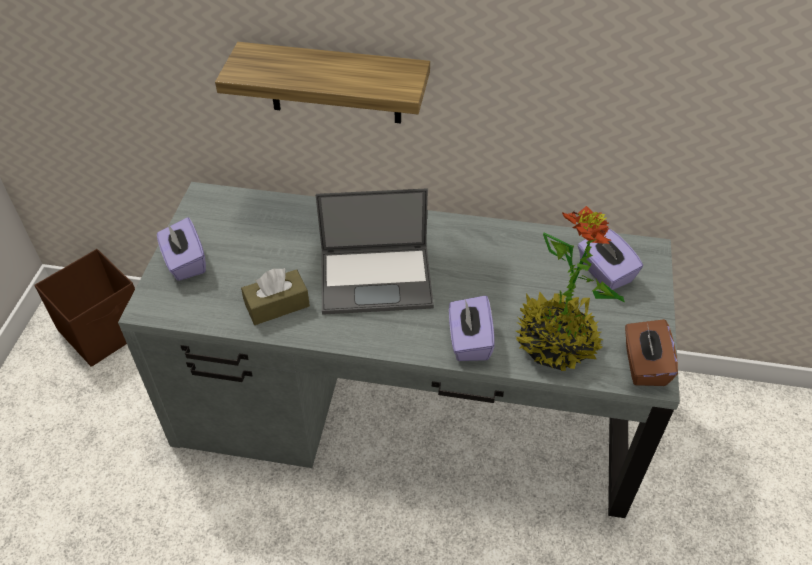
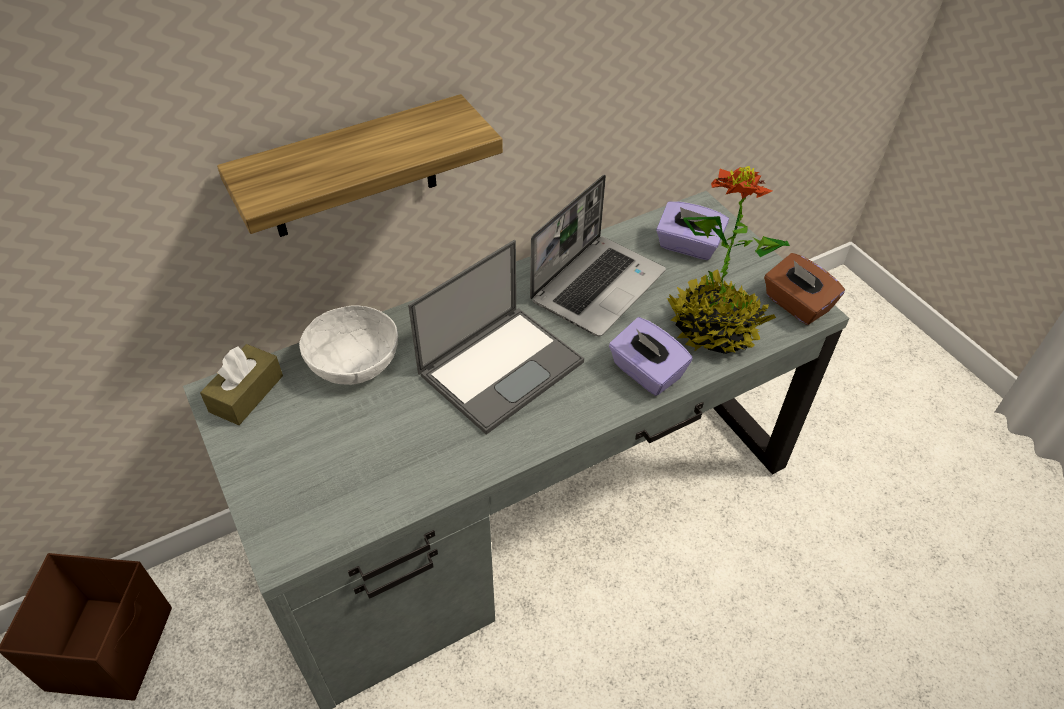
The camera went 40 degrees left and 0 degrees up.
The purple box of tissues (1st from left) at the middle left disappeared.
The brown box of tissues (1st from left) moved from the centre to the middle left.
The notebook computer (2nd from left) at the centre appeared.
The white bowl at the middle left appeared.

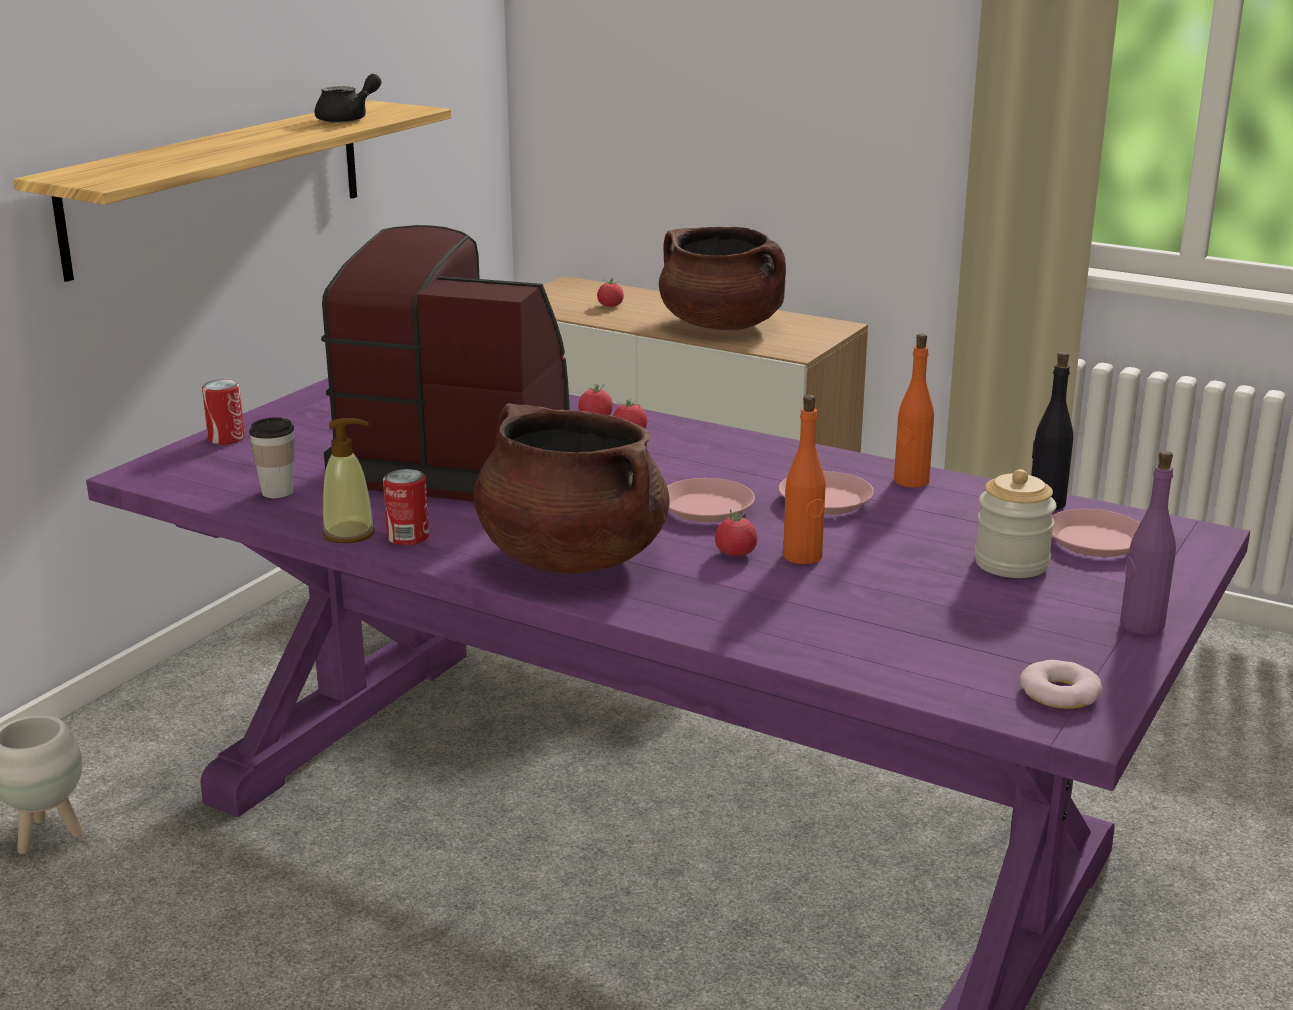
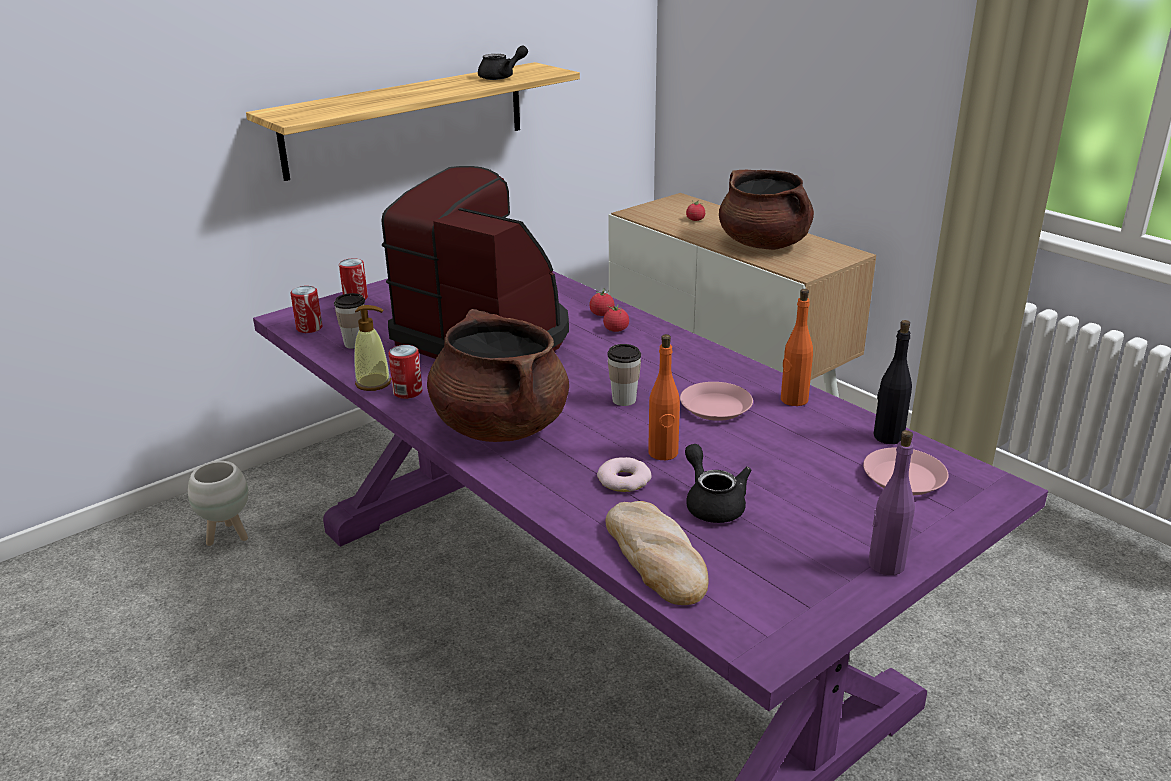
The camera went 20 degrees right and 5 degrees up.
The storage jar at the middle right disappeared.
The pink dinner plate (1st from left) at the centre was replaced by the drinking cup (2nd from left) at the centre.
The fresh tomato (4th from left) at the centre disappeared.
The doughnut moved from the bottom right to the centre.
The sealed can (1st from left) at the middle left appeared.
The black-coloured pot for tea (2nd from left) at the centre appeared.
The bakery bread at the bottom centre appeared.

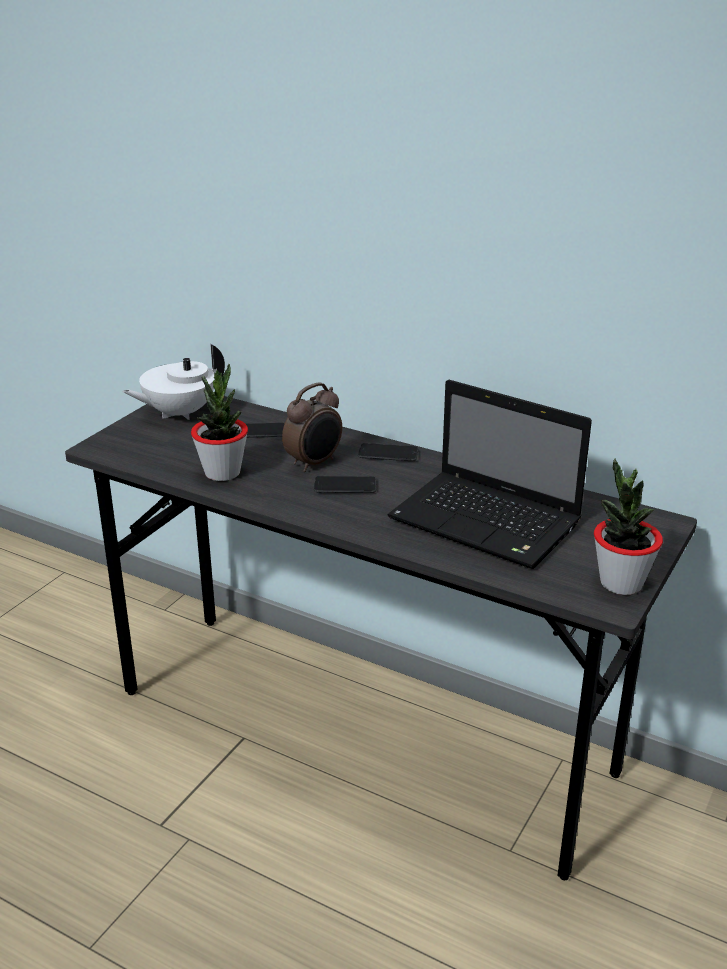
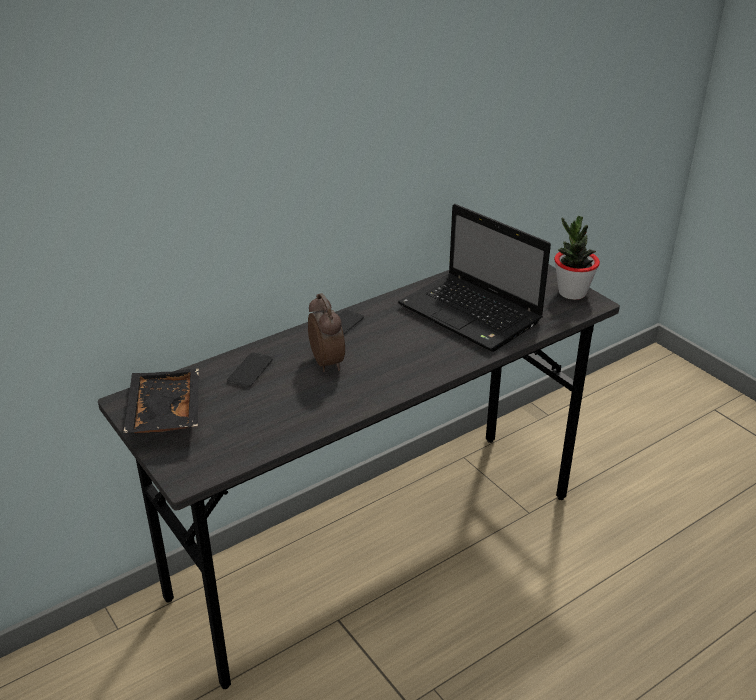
The camera went 65 degrees left and 5 degrees up.
The white pot for tea at the middle left was replaced by the black-coloured carrying tray at the middle left.
The potted plant (1st from left) at the middle left disappeared.
The notebook computer at the middle right turned 75 degrees clockwise.
The telephone (2nd from left) at the centre disappeared.

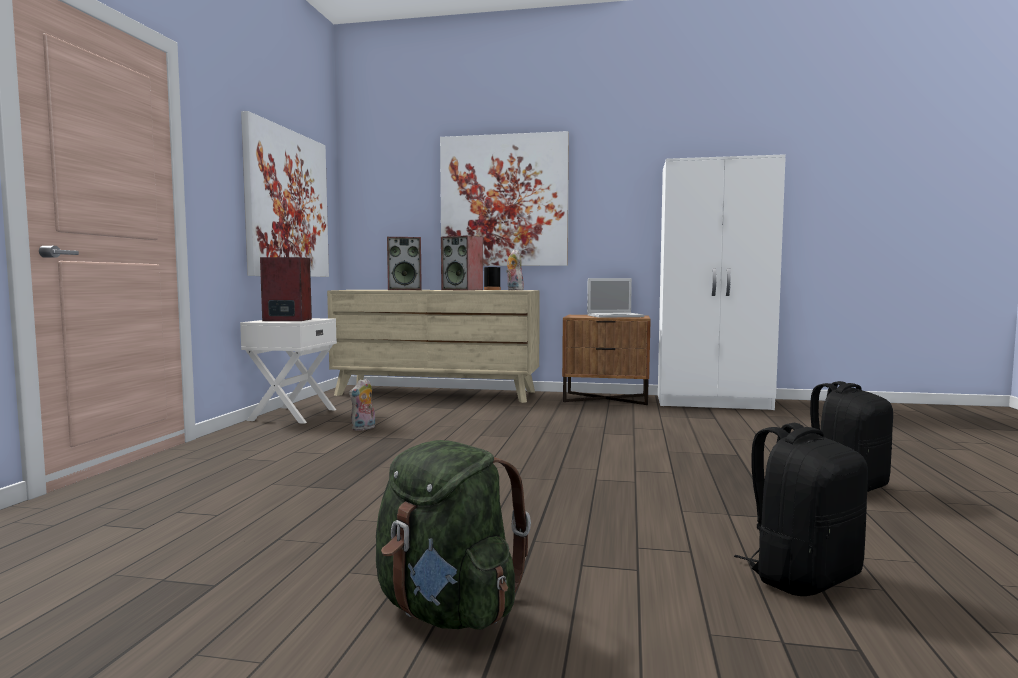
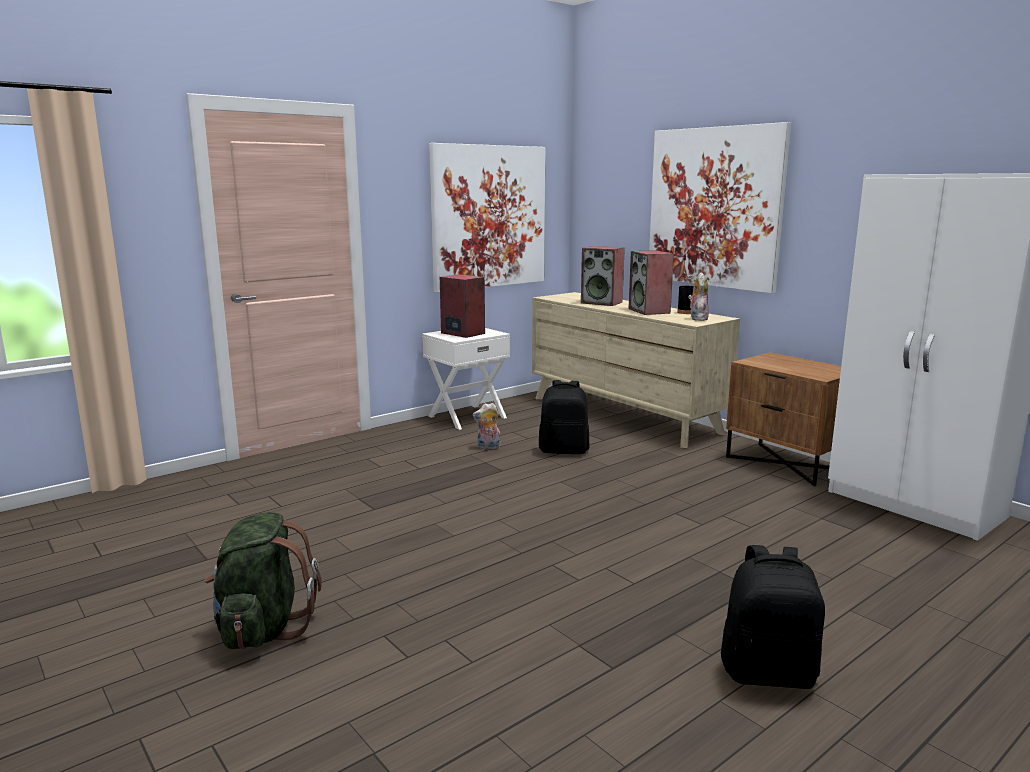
The camera went 40 degrees right and 10 degrees up.
The notebook computer at the centre disappeared.
The black-coloured rucksack (1st from left) moved from the bottom right to the centre.

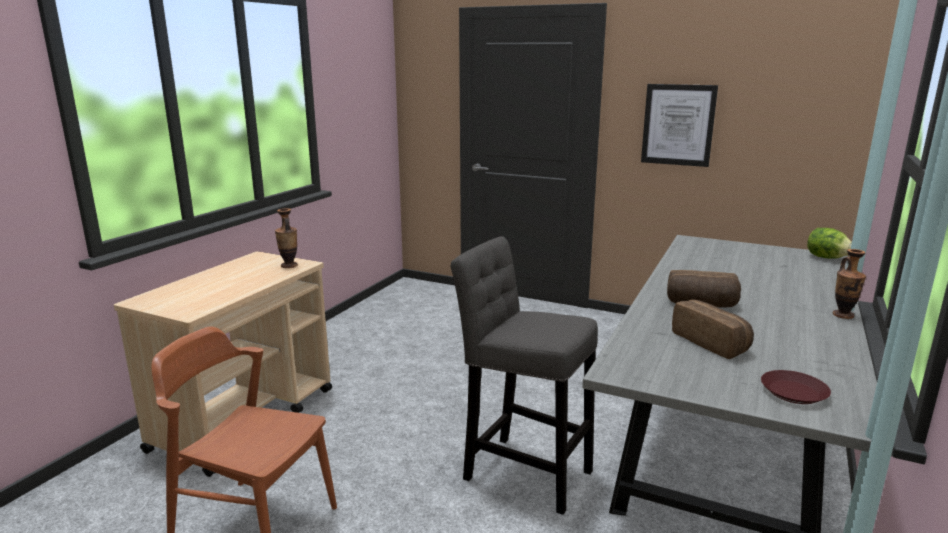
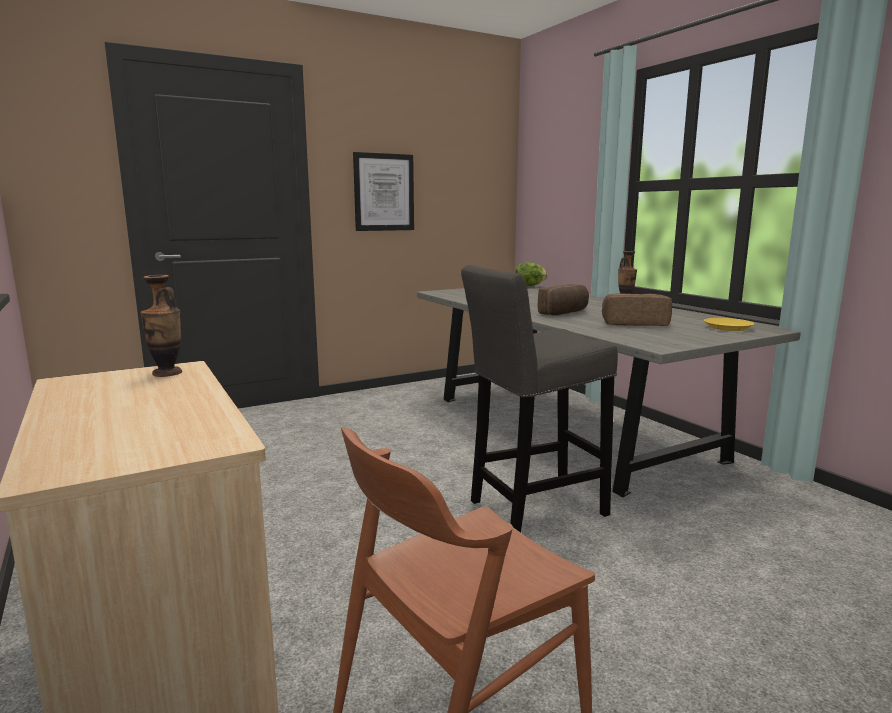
The camera went 55 degrees left and 5 degrees down.
The brown dinner plate at the bottom right became the yellow-coloured dinner plate at the middle right.

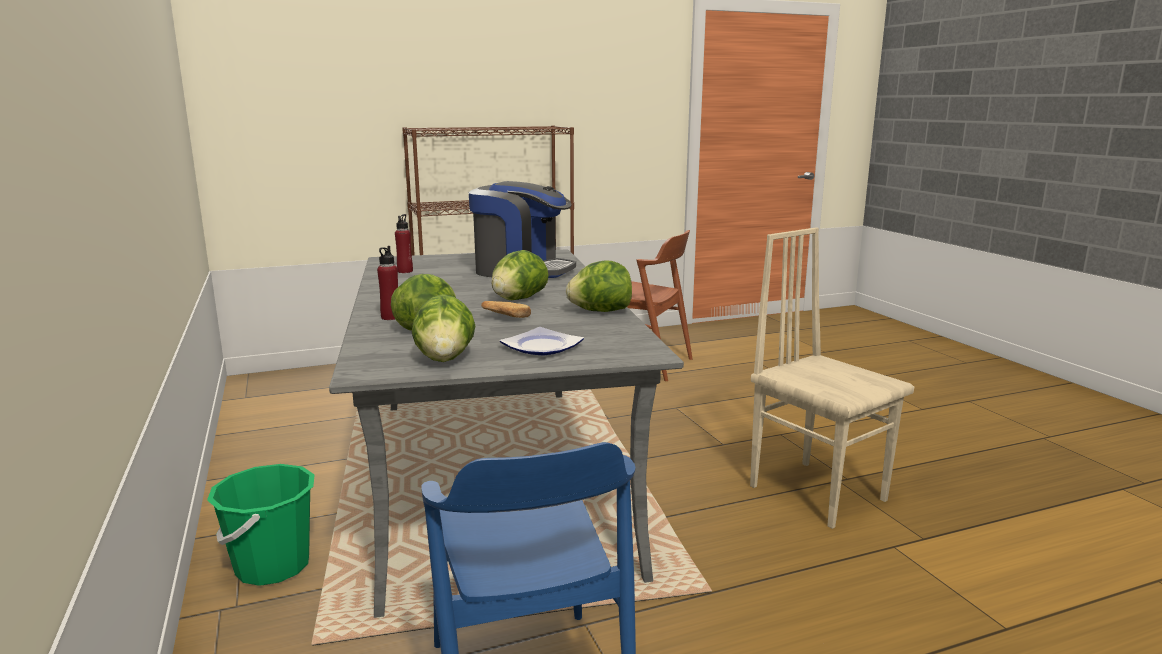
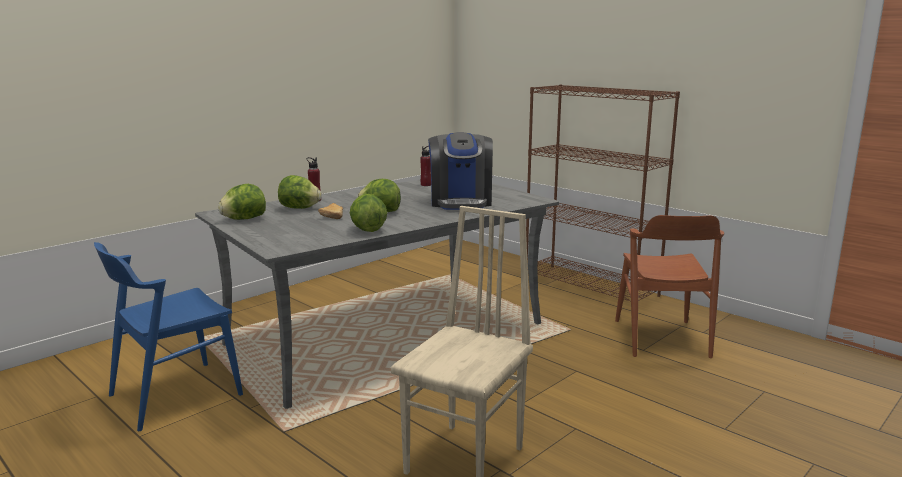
The camera went 65 degrees right and 0 degrees up.
The dinner plate at the centre disappeared.
The green water bucket at the bottom left disappeared.

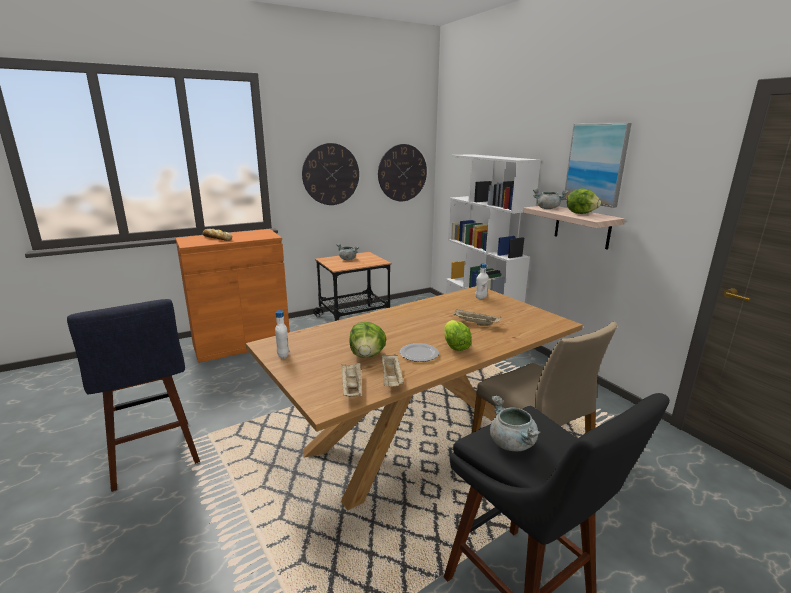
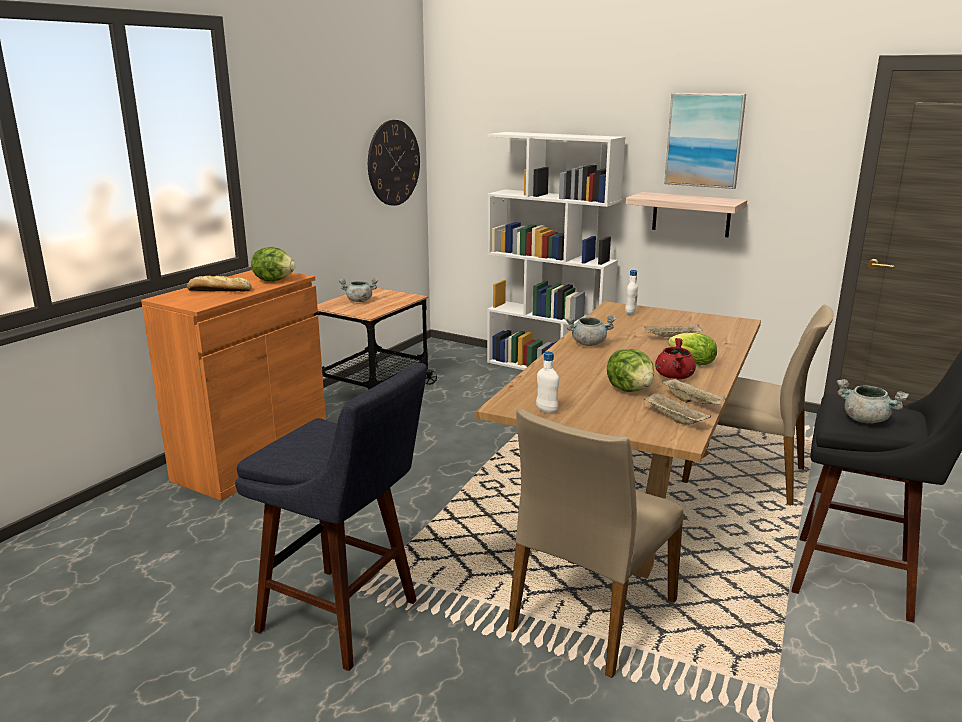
The camera went 30 degrees left and 0 degrees up.
The clock on the wall (1st from left) at the top centre disappeared.
The greyish cooking pot (3rd from left in the first image) moved from the middle right to the centre.
The lettuce head (3rd from left in the first image) moved from the middle right to the middle left.
The dinner plate at the centre was replaced by the red cooking pot at the middle right.
The beige plain chair (1st from left) at the bottom centre appeared.

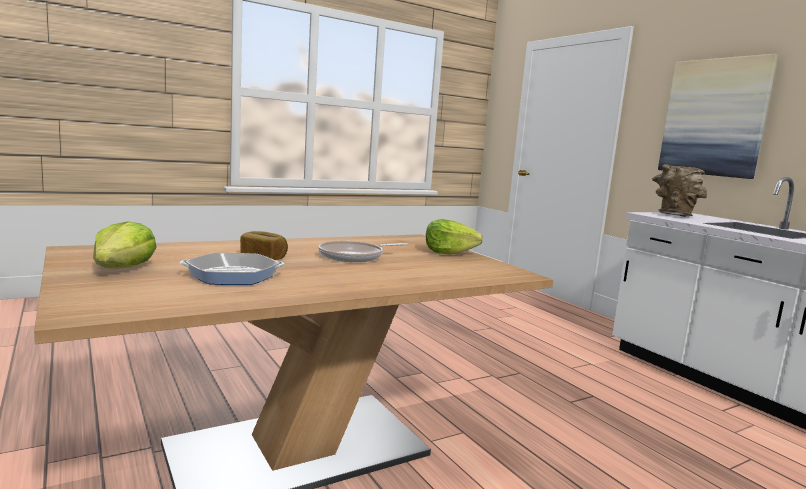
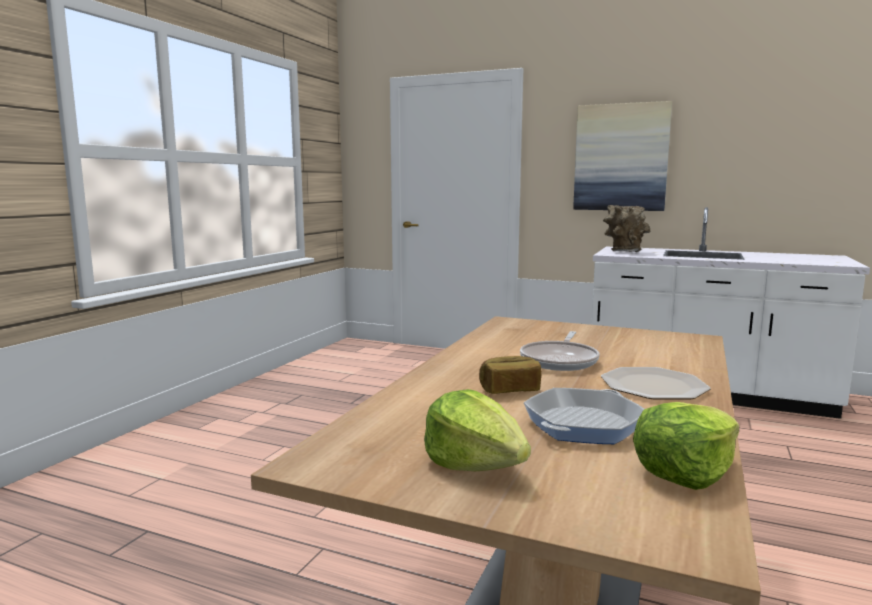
The camera went 35 degrees left and 0 degrees up.
The lettuce head (2nd from left) moved from the centre to the bottom right.
The dinner plate at the middle right appeared.

